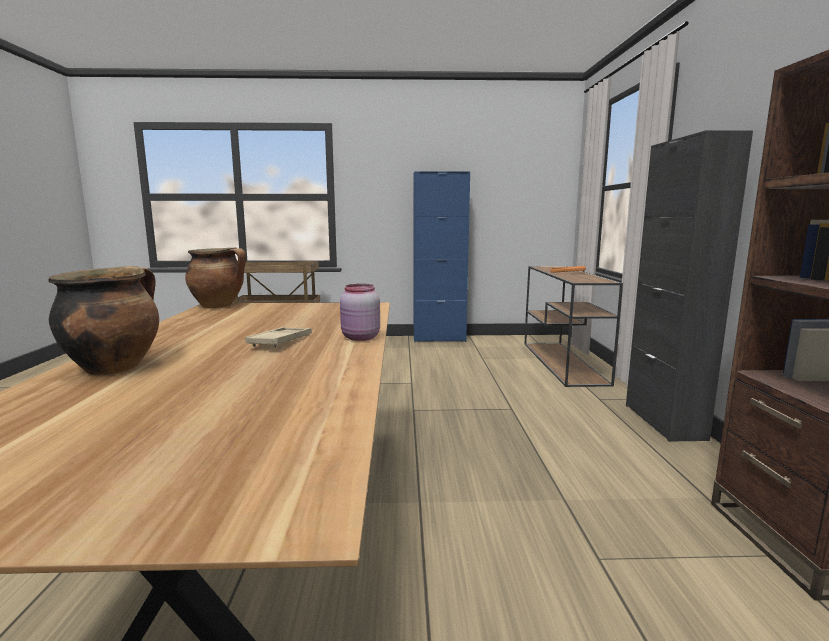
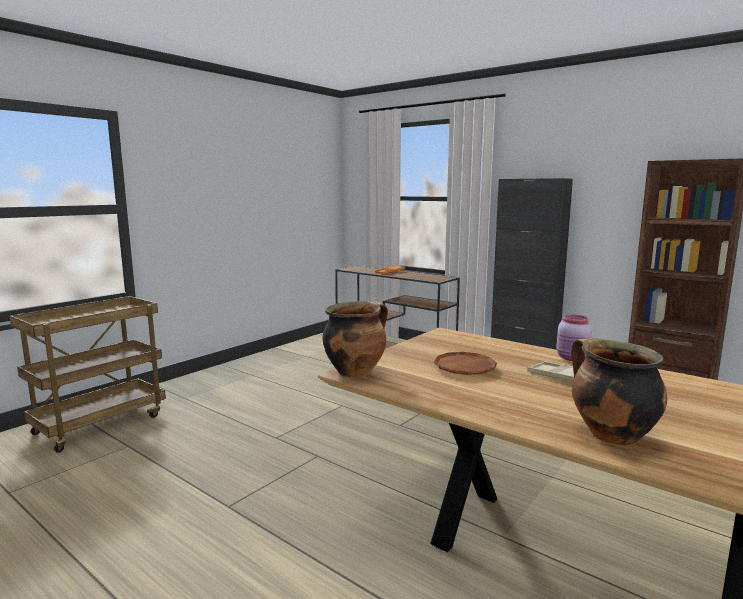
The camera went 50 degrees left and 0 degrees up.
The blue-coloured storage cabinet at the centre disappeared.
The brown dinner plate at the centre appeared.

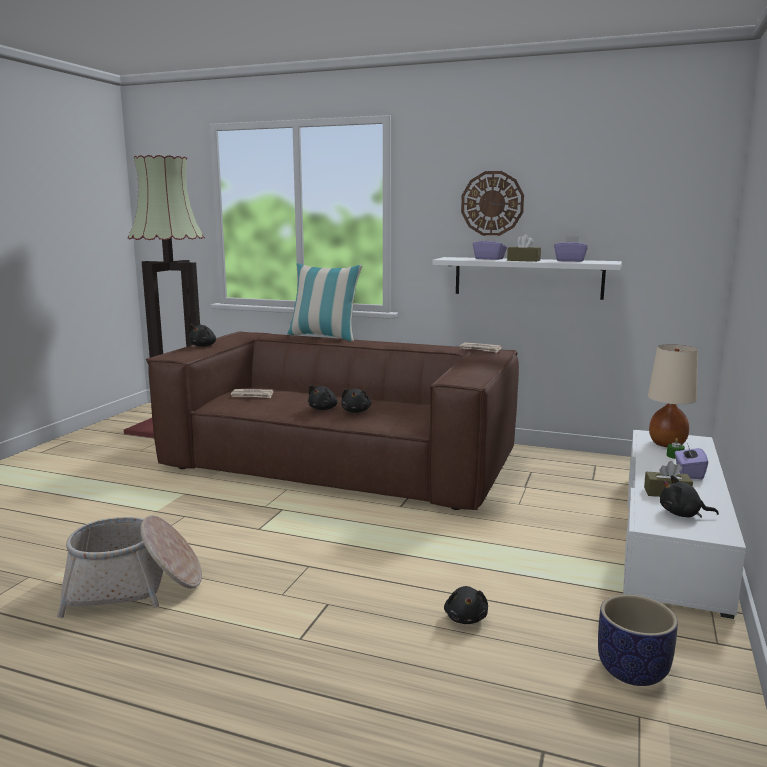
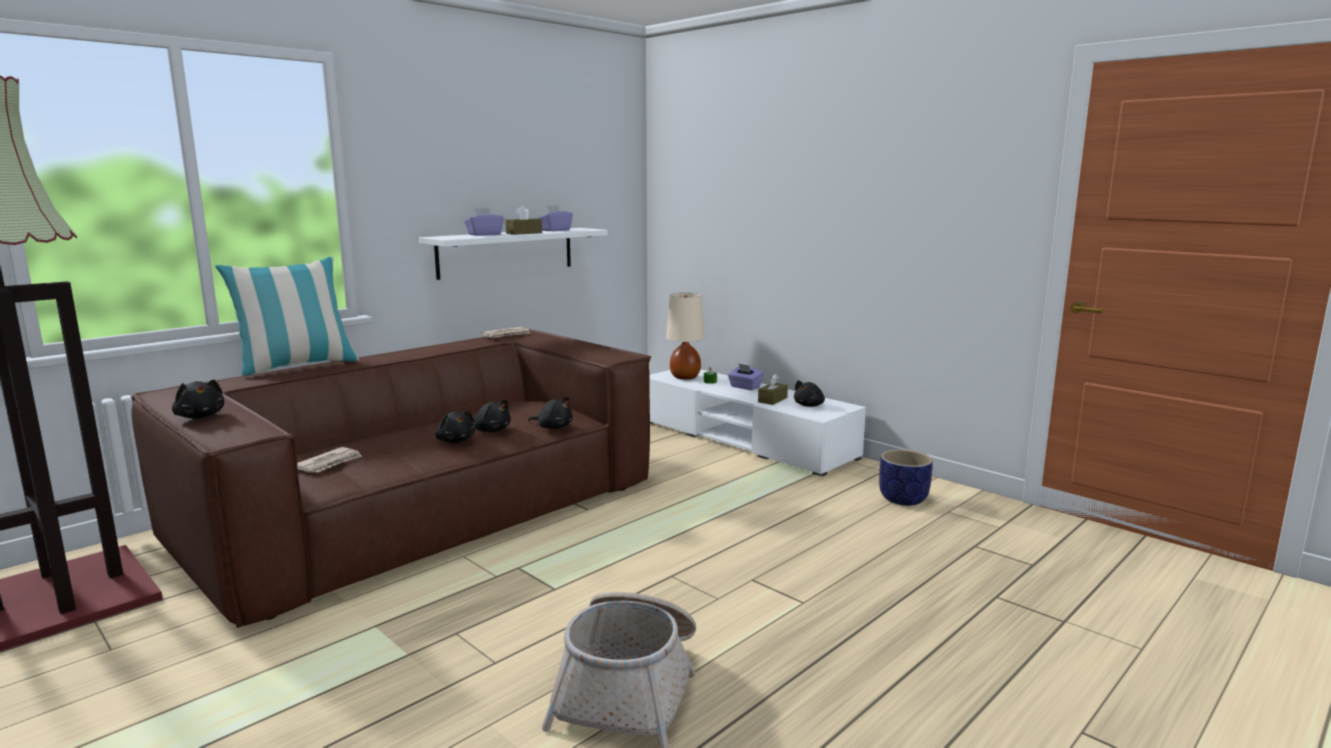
The camera went 65 degrees left and 0 degrees up.
The clock on the wall at the top centre disappeared.
The black-coloured cuddly toy (4th from left) moved from the bottom centre to the centre.

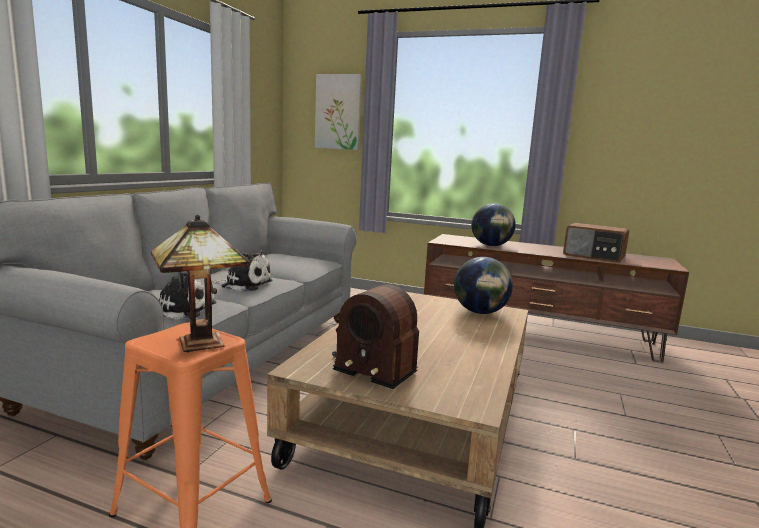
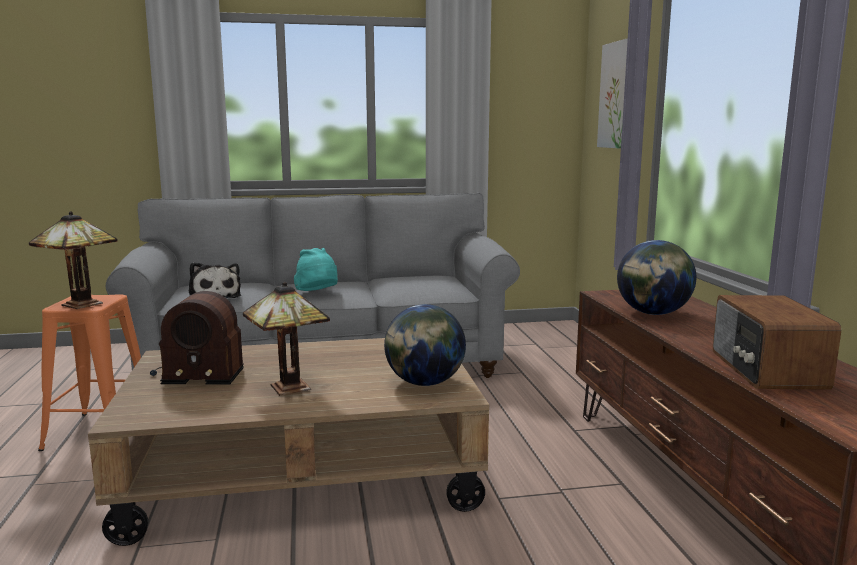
The camera went 60 degrees right and 0 degrees up.
The cuddly toy (2nd from left) at the middle left was replaced by the turquoise-coloured hat at the centre.
The radio receiver (1st from left) at the centre turned 90 degrees counterclockwise.
The lamp for a table (2nd from left) at the centre appeared.

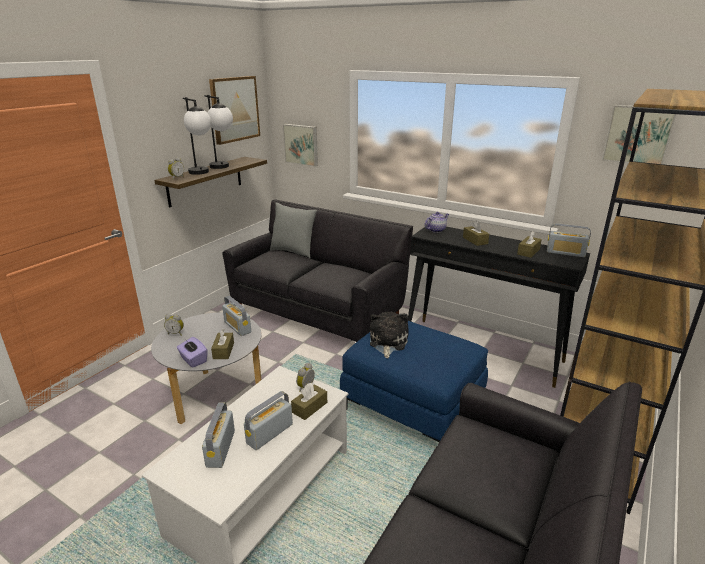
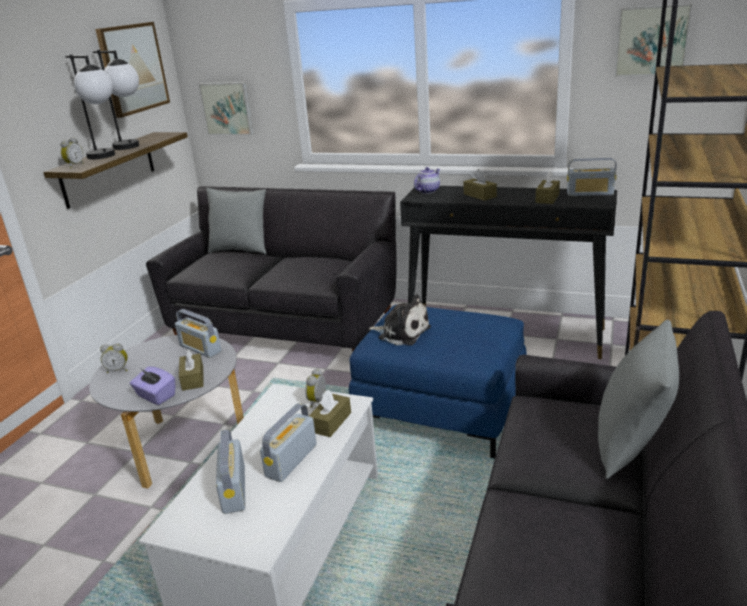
The camera went 10 degrees left and 0 degrees up.
The cuddly toy at the centre turned 120 degrees clockwise.
The greyish pillow (2nd from left) at the middle right appeared.

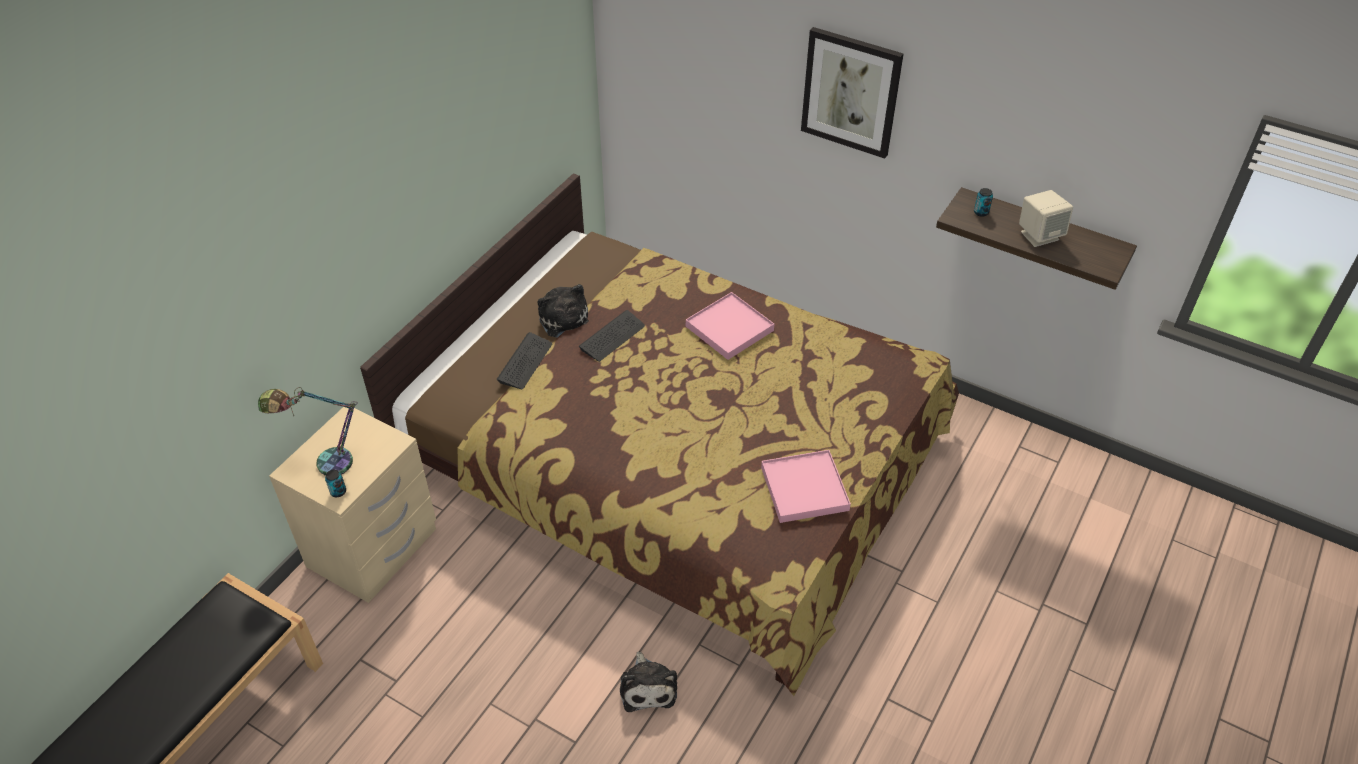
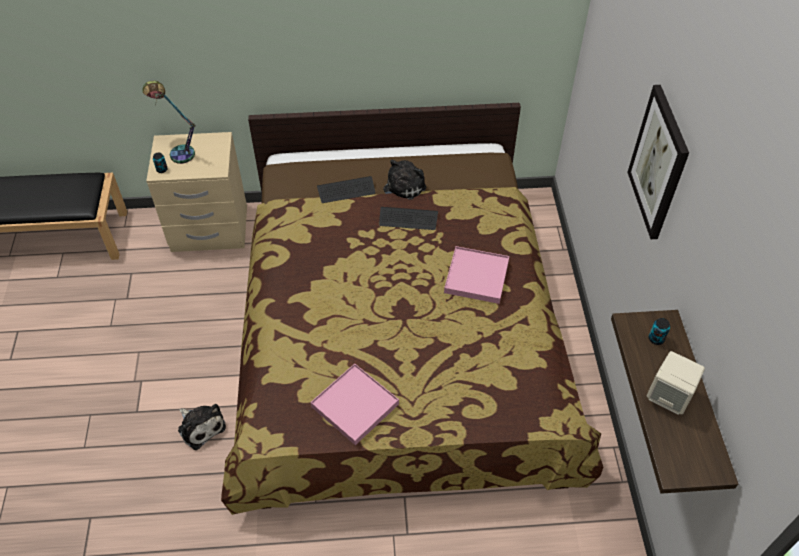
The camera went 55 degrees right and 5 degrees up.
The cuddly toy (2nd from left in the first image) at the bottom centre turned 90 degrees counterclockwise.

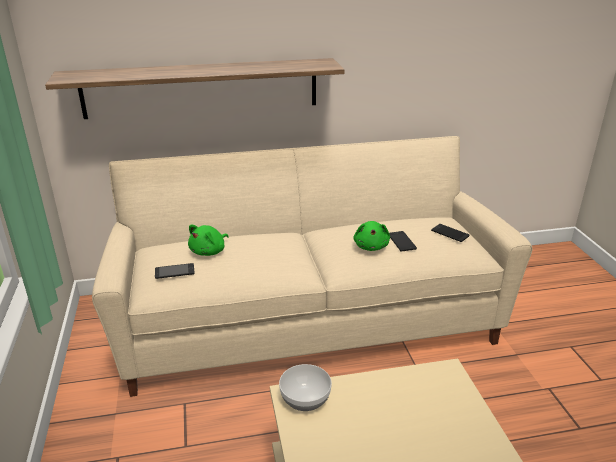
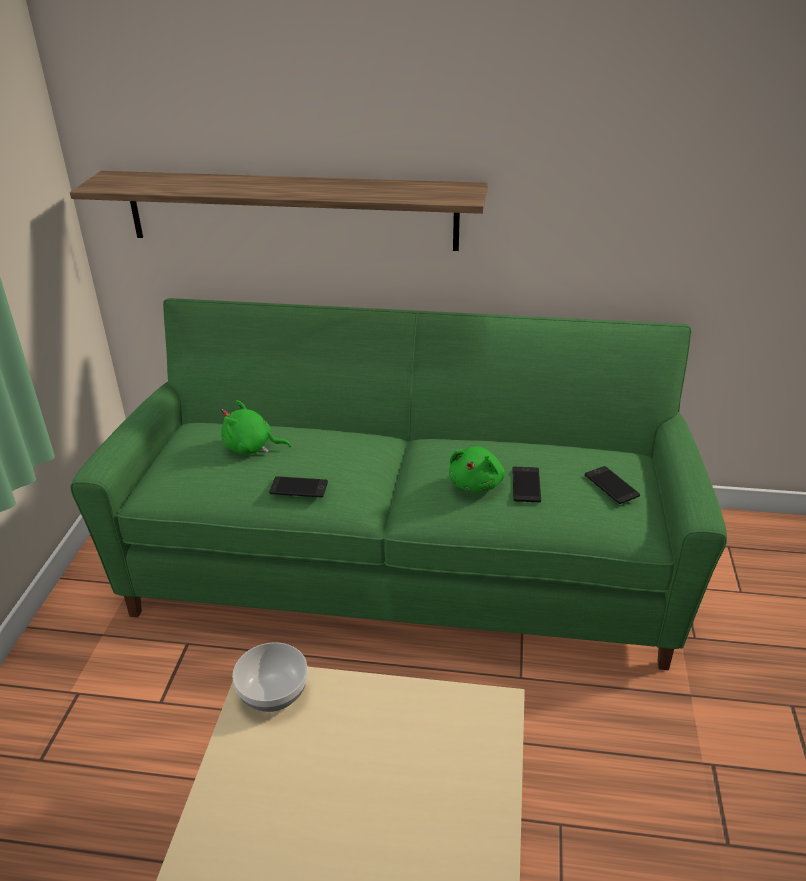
The camera went 20 degrees right and 5 degrees up.
The beige settee at the centre became the green settee at the centre.
The green cuddly toy (1st from left) at the centre turned 45 degrees clockwise.
The telephone (1st from left) moved from the middle left to the centre.

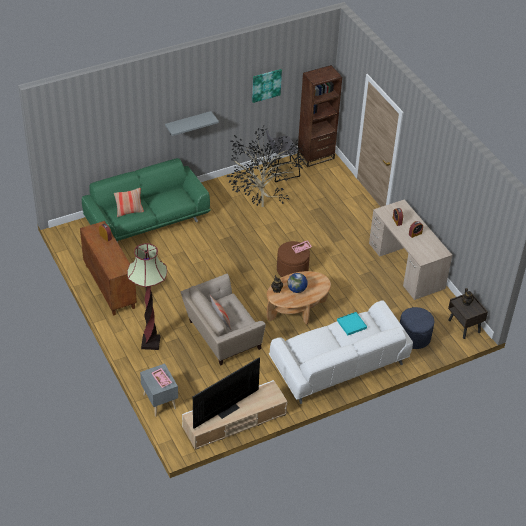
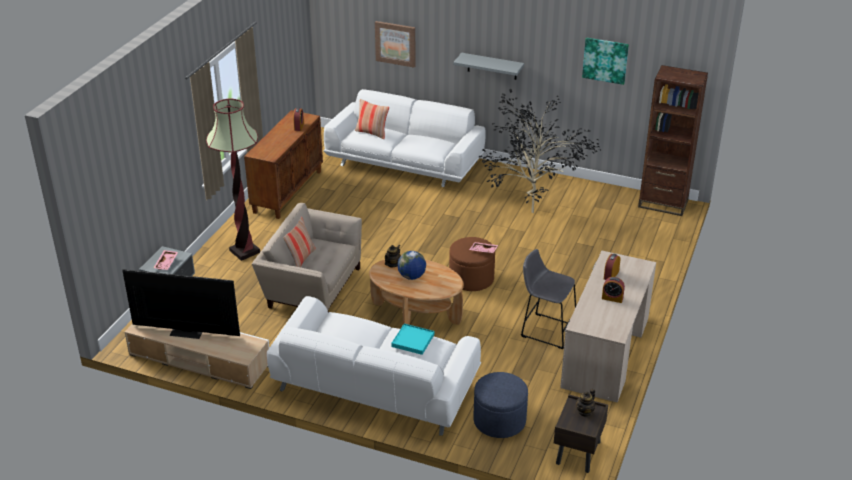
The camera went 50 degrees right and 10 degrees down.
The greyish sitting stool moved from the top centre to the centre.
The green settee at the middle left became the white settee (2nd from left) at the top centre.
The wall picture (1st from left) at the top centre appeared.

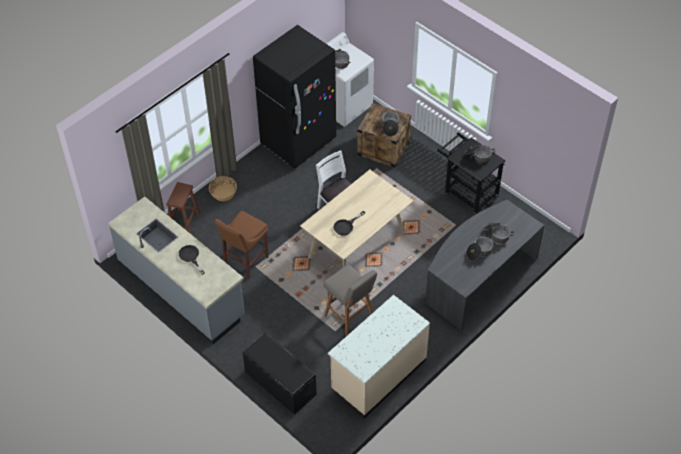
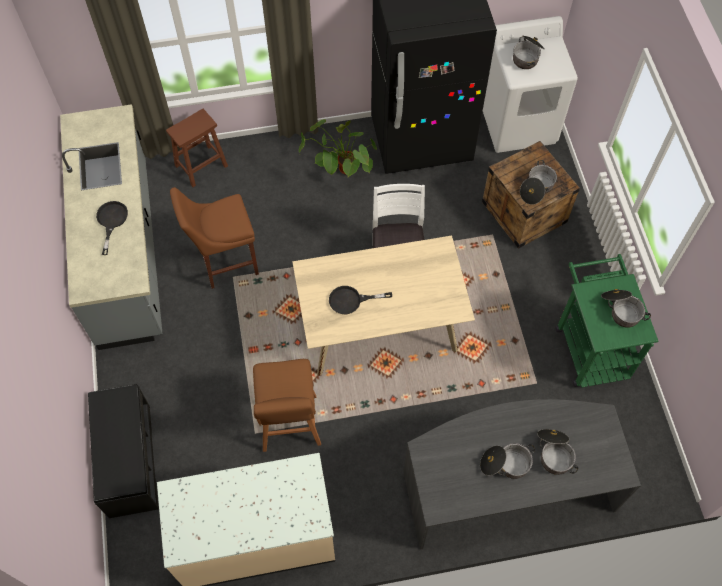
The camera went 35 degrees right and 10 degrees up.
The black-coloured cart at the middle right became the green cart at the middle right.
The storage basket at the middle left disappeared.
The greyish sitting stool at the centre became the brown sitting stool (3rd from left) at the bottom centre.
The potted plant at the top centre appeared.

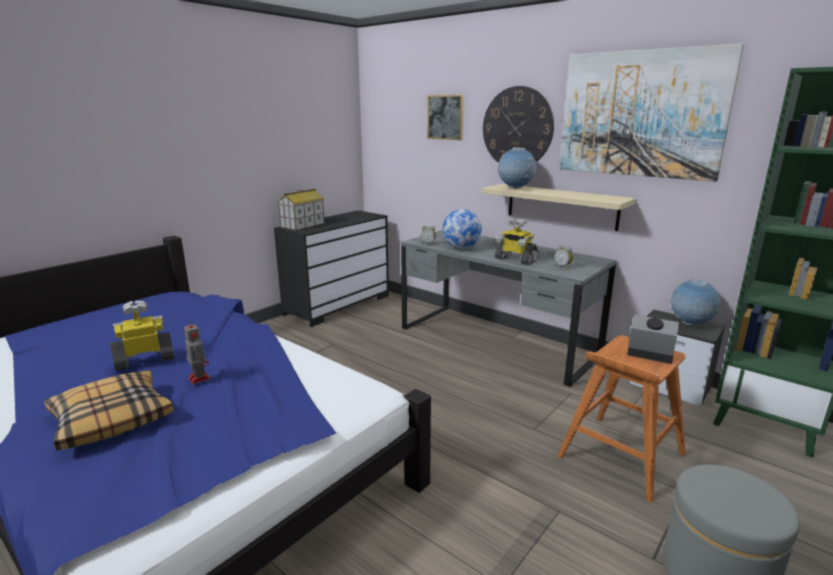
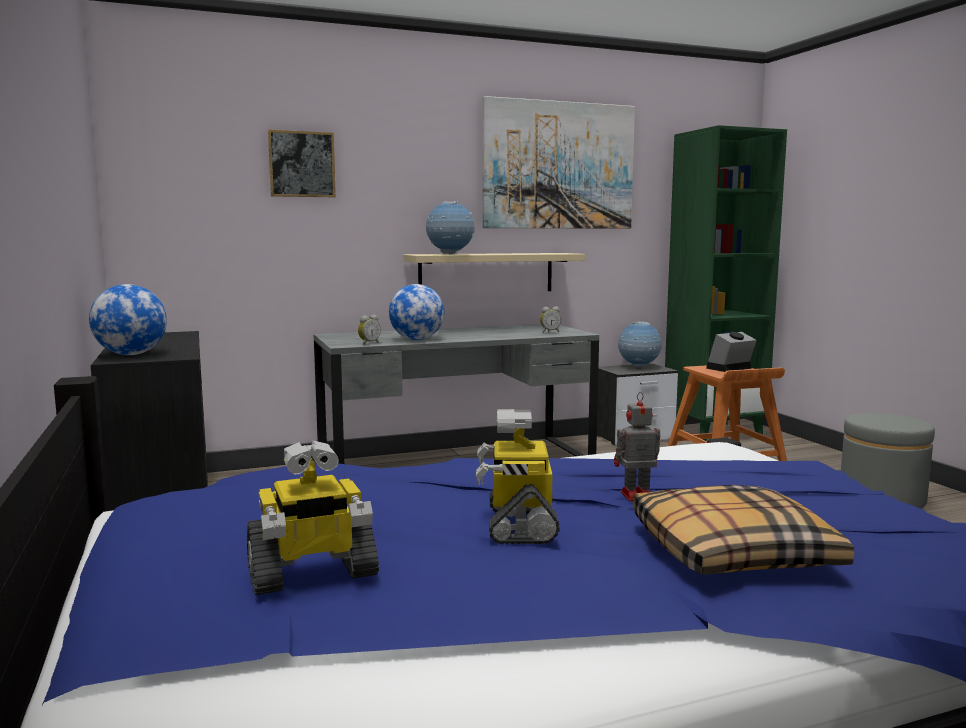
The camera went 60 degrees left and 10 degrees down.
The clock on the wall at the top centre disappeared.
The miniature house at the centre was replaced by the world globe (1st from left) at the middle left.
The robot figure (3rd from left in the first image) moved from the centre to the bottom left.

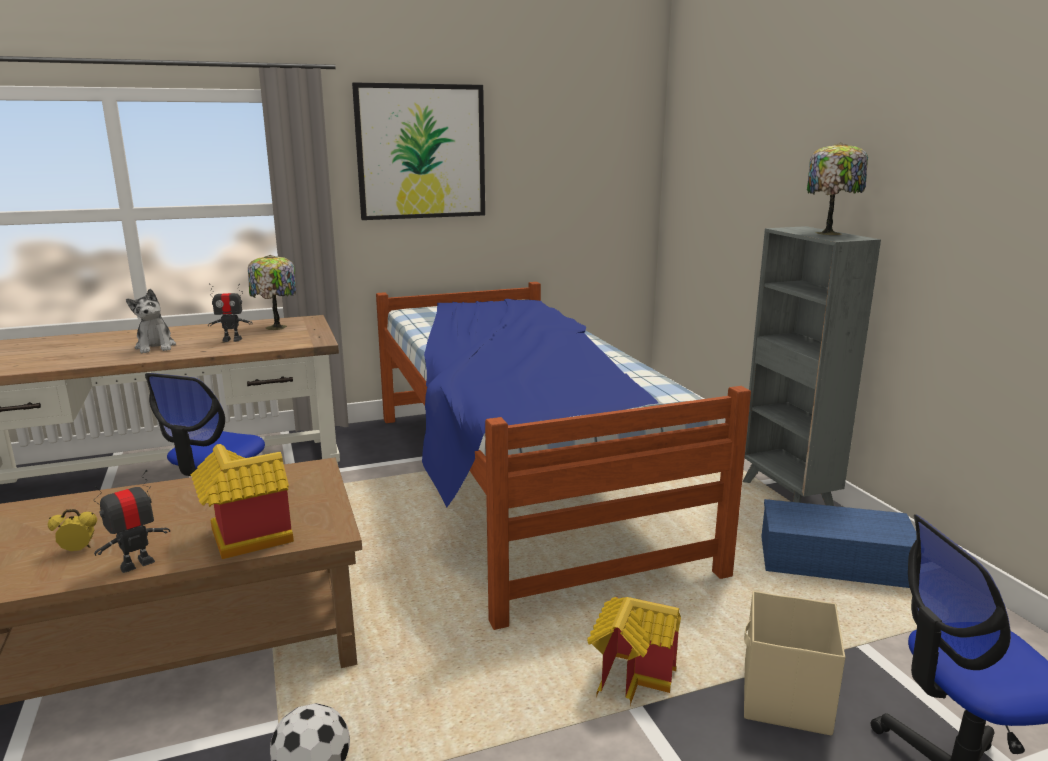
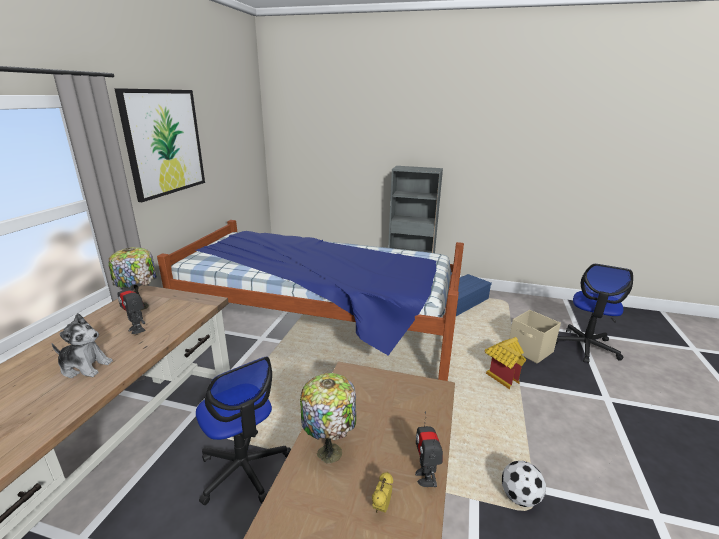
The camera went 55 degrees left and 5 degrees up.
The lamp for a table (2nd from left) moved from the top right to the bottom centre.
The robot figure (2nd from left in the first image) at the middle left turned 105 degrees clockwise.
The miniature house (1st from left) at the middle left disappeared.

